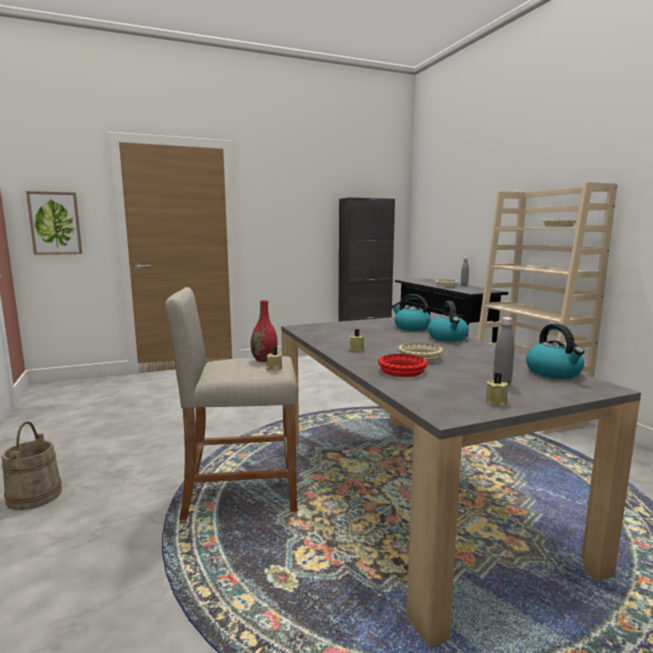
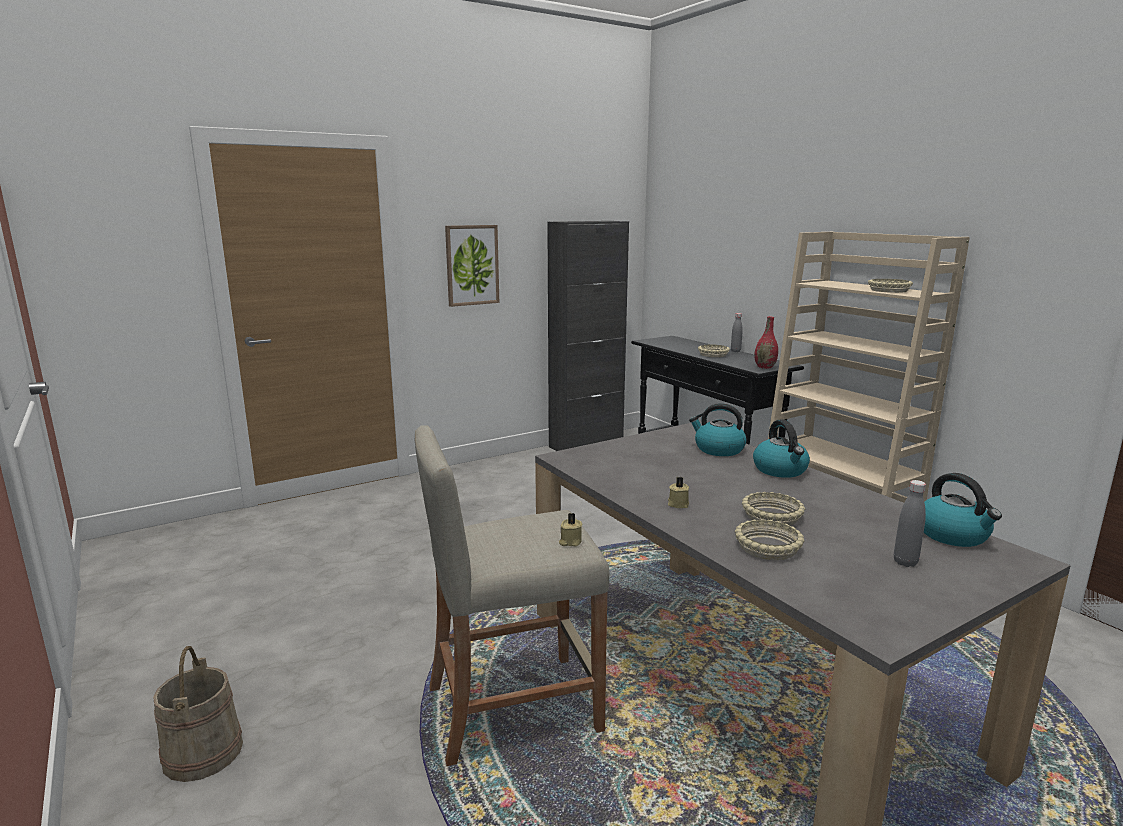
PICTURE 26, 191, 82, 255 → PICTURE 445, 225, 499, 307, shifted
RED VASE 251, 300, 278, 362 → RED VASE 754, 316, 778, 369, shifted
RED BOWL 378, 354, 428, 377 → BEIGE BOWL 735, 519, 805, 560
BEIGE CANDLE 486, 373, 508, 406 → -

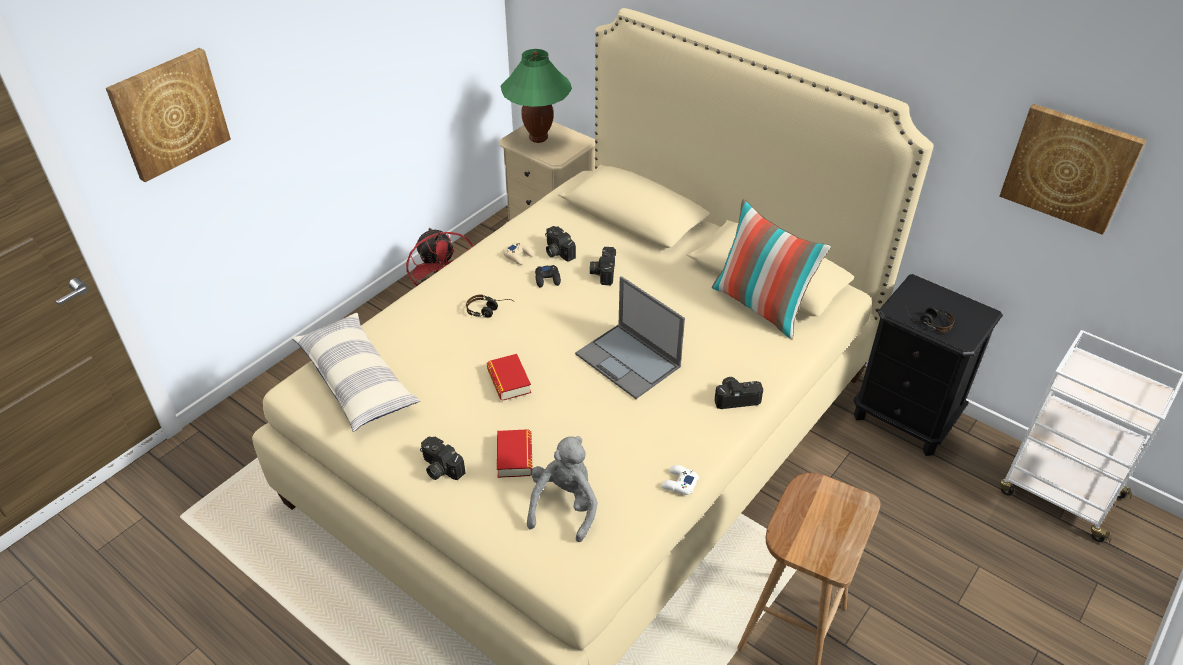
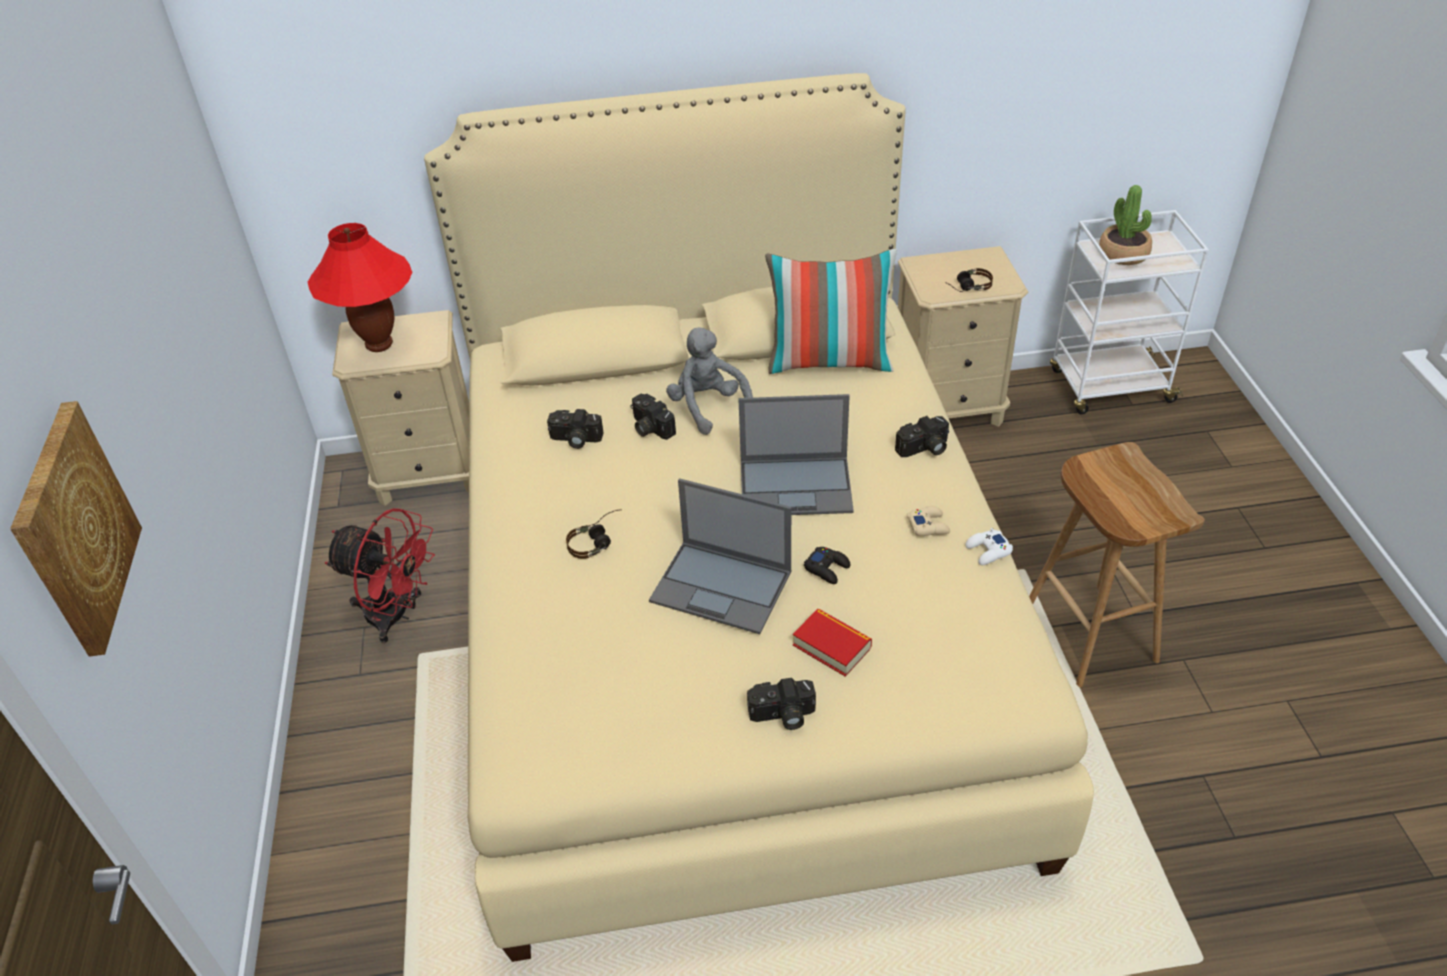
PILLOW 292, 313, 420, 432 → -
BOOK 487, 354, 531, 400 → LAPTOP 649, 478, 791, 634
GREEN TABLE LAMP 501, 49, 572, 143 → RED TABLE LAMP 308, 223, 412, 352
BEIGE GAME CONTROLLER 503, 242, 534, 265 → BEIGE GAME CONTROLLER 907, 506, 950, 536, shifted
GREY PLUSH TOY 527, 436, 598, 542 → GREY PLUSH TOY 666, 327, 753, 435, shifted
BLACK GAME CONTROLLER 535, 265, 561, 288 → BLACK GAME CONTROLLER 804, 547, 850, 584, shifted
PHOTO CAMERA 714, 377, 763, 409 → PHOTO CAMERA 895, 416, 949, 457, 150 degrees counterclockwise
BLACK NIGHTSTAND 853, 274, 1003, 456 → BEIGE NIGHTSTAND 898, 246, 1028, 427
PICTURE 999, 104, 1146, 235 → -
- → POTTED PLANT 1099, 185, 1152, 265

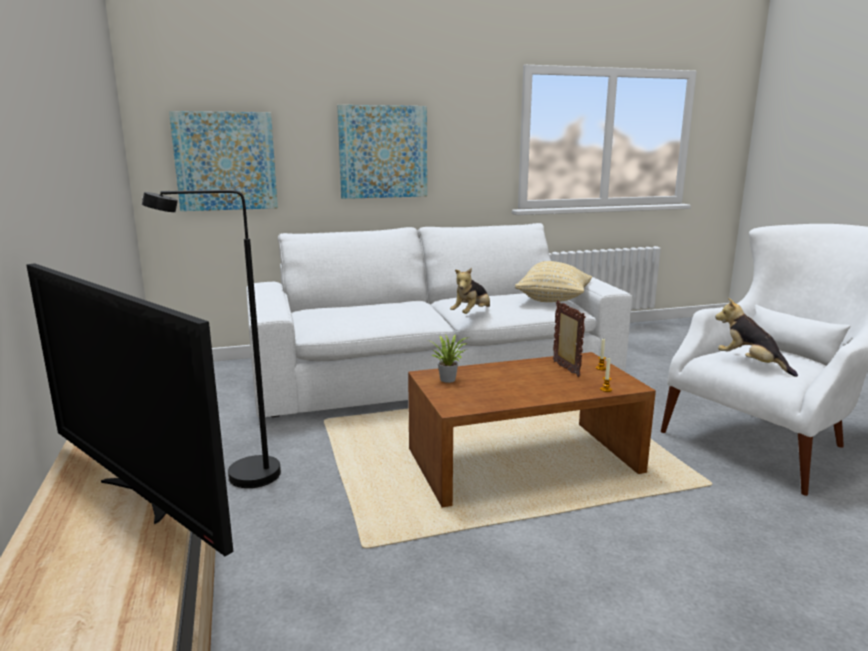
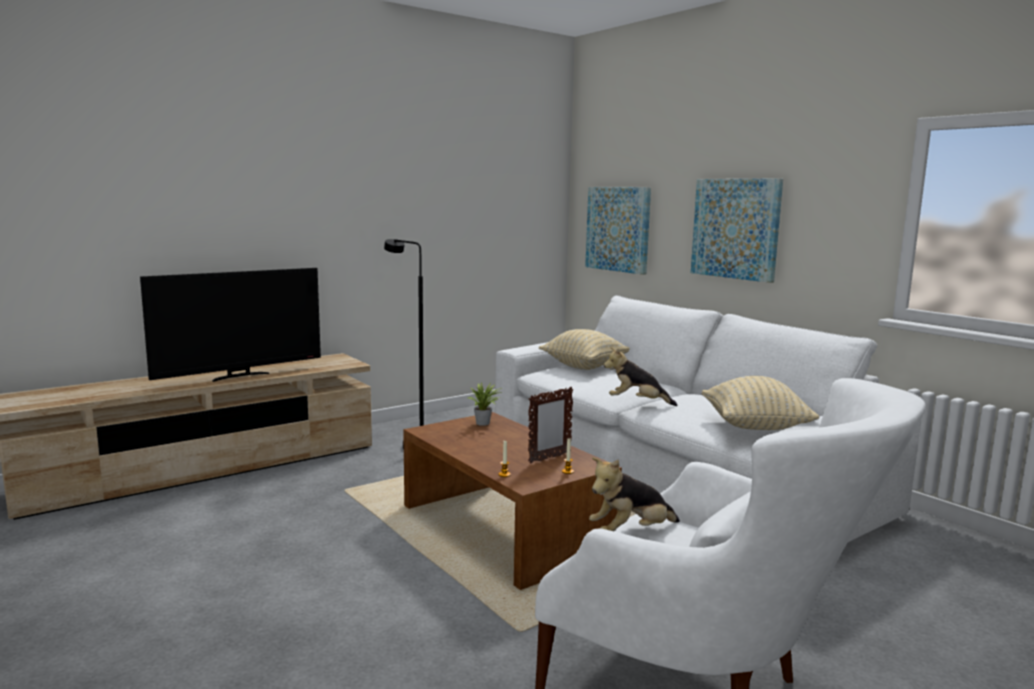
TELEVISION 26, 263, 233, 556 → TELEVISION 140, 268, 321, 382, 150 degrees counterclockwise
PLUSH TOY 715, 298, 798, 377 → PLUSH TOY 589, 457, 680, 531, 150 degrees counterclockwise
- → BEIGE PILLOW 539, 329, 630, 370

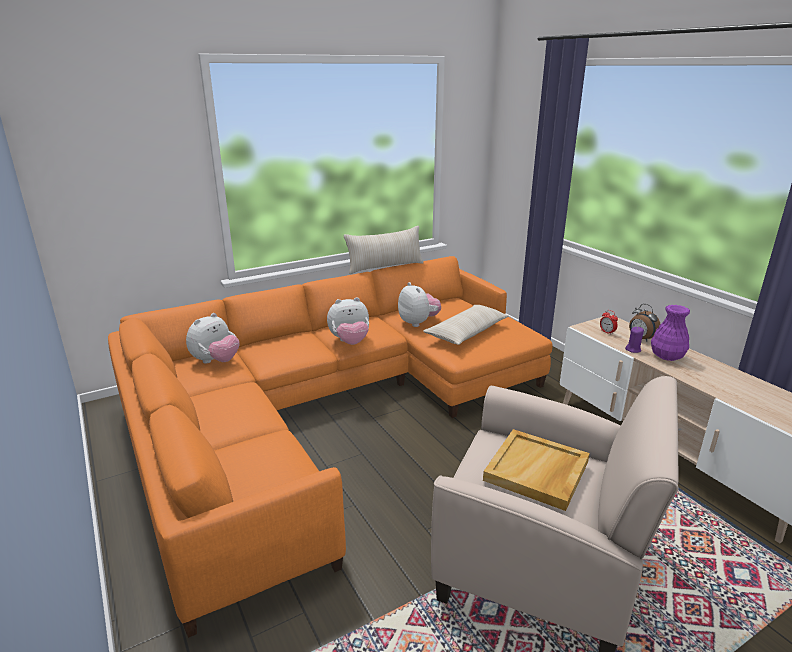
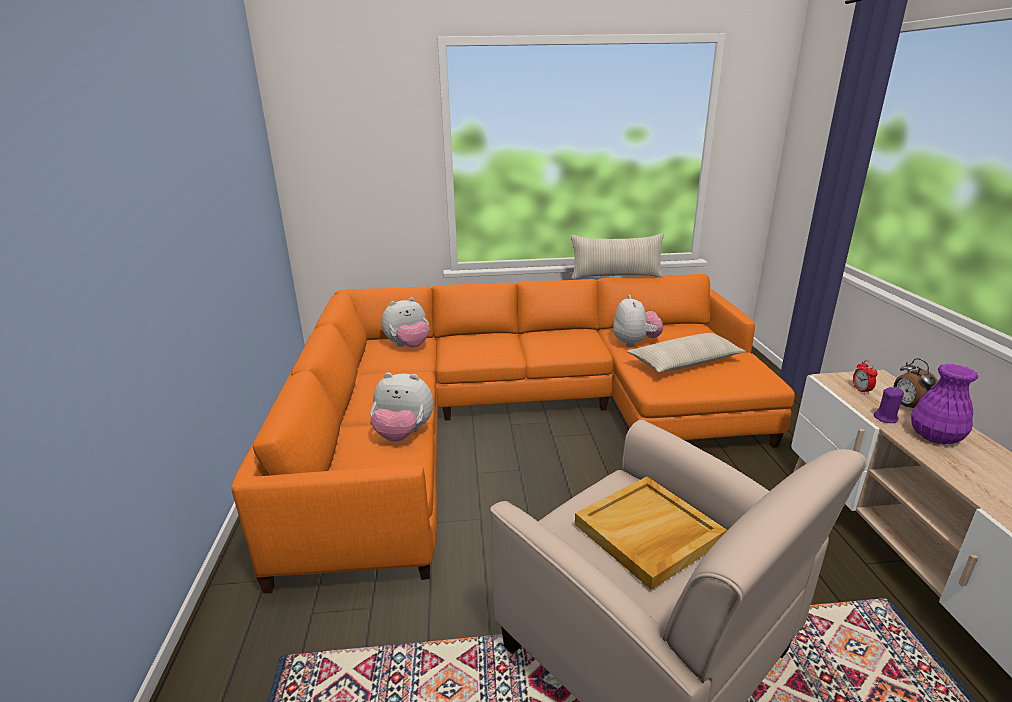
PLUSH TOY 327, 297, 369, 345 → PLUSH TOY 370, 373, 433, 442, shifted

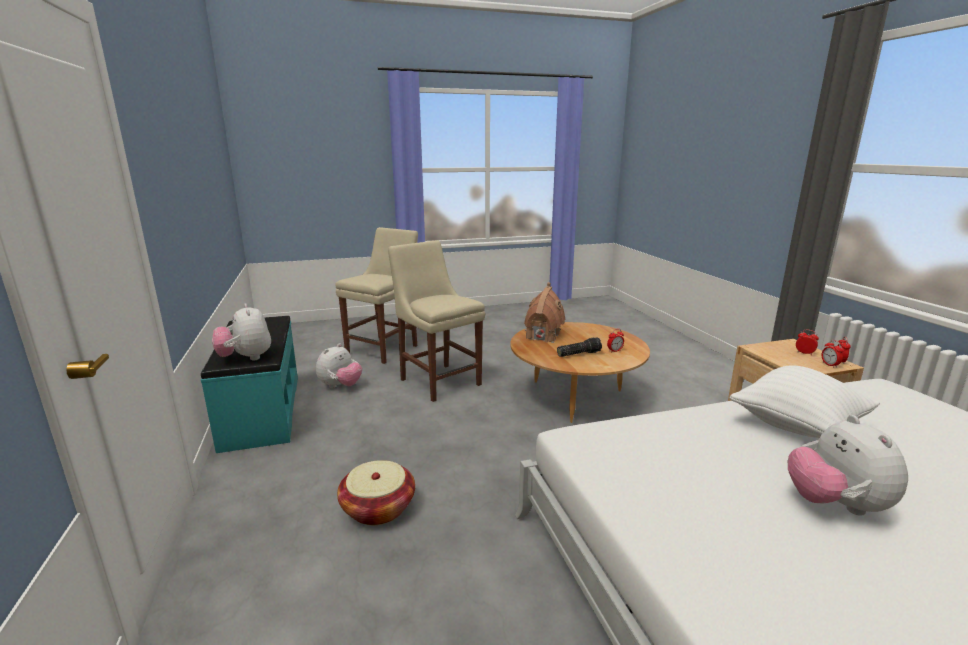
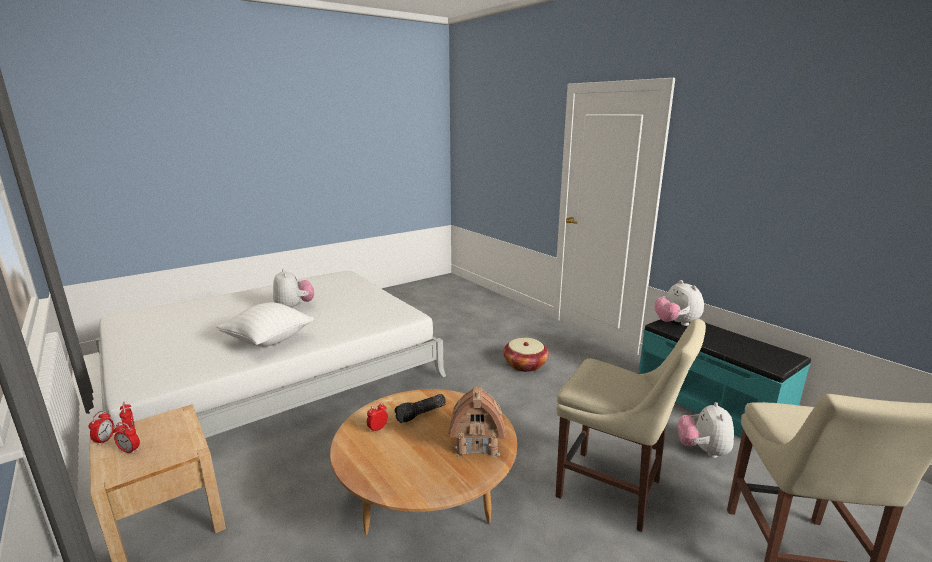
PLUSH TOY 212, 303, 271, 360 → PLUSH TOY 654, 280, 704, 326, 150 degrees counterclockwise

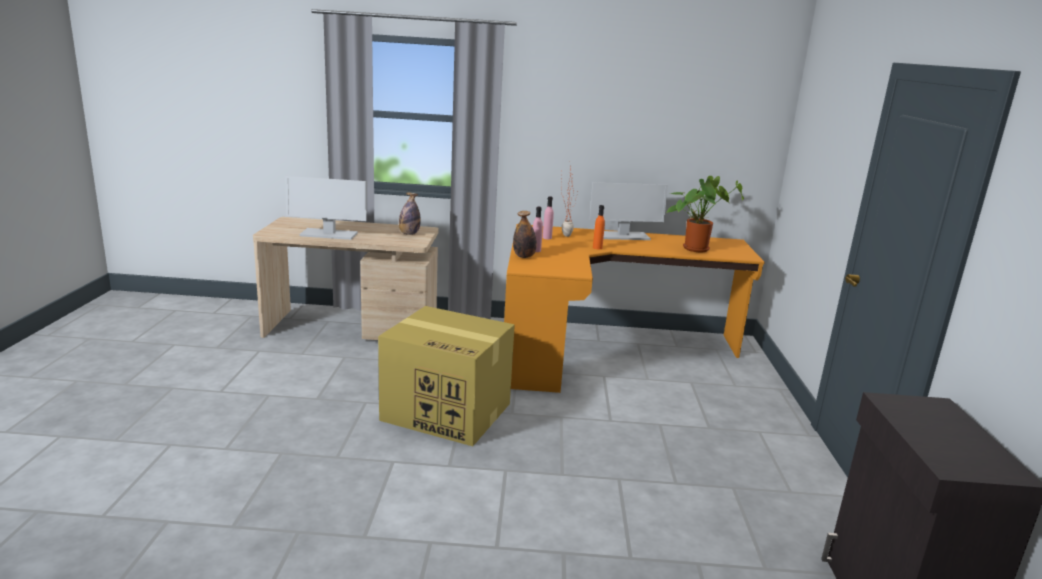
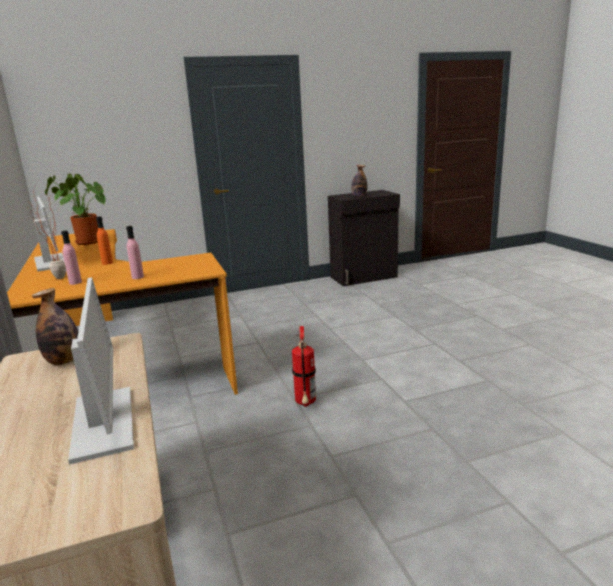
CARDBOARD BOX 378, 306, 515, 446 → FIRE EXTINGUISHER 292, 325, 316, 407
BOTTLE 513, 211, 537, 258 → BOTTLE 351, 165, 367, 197, shifted

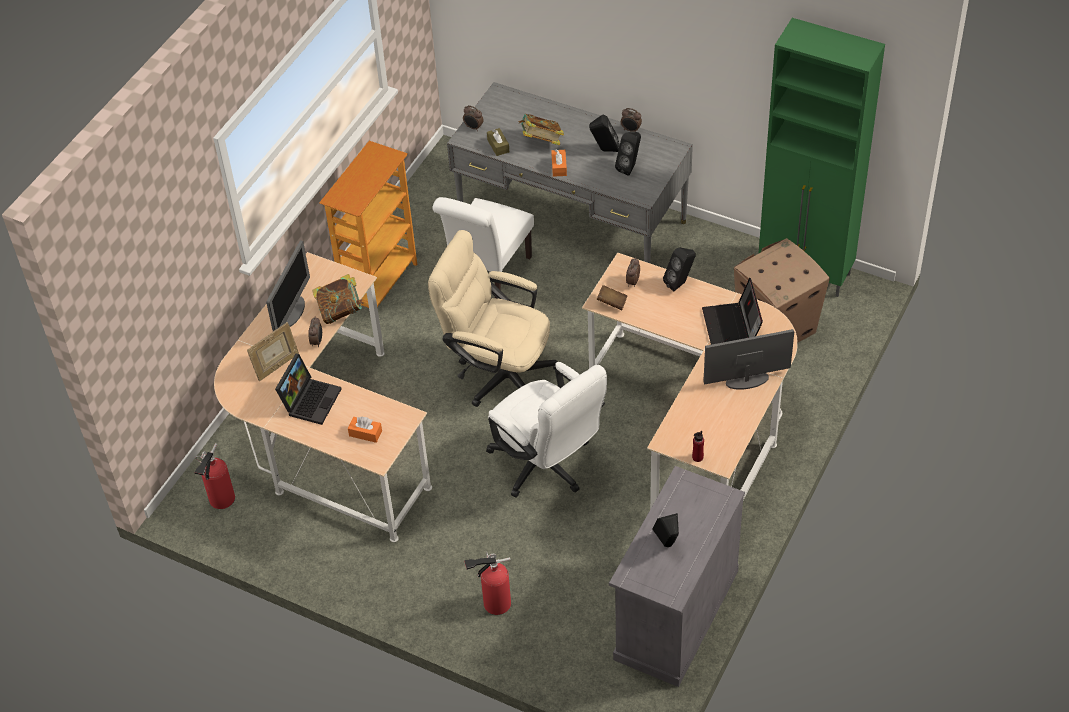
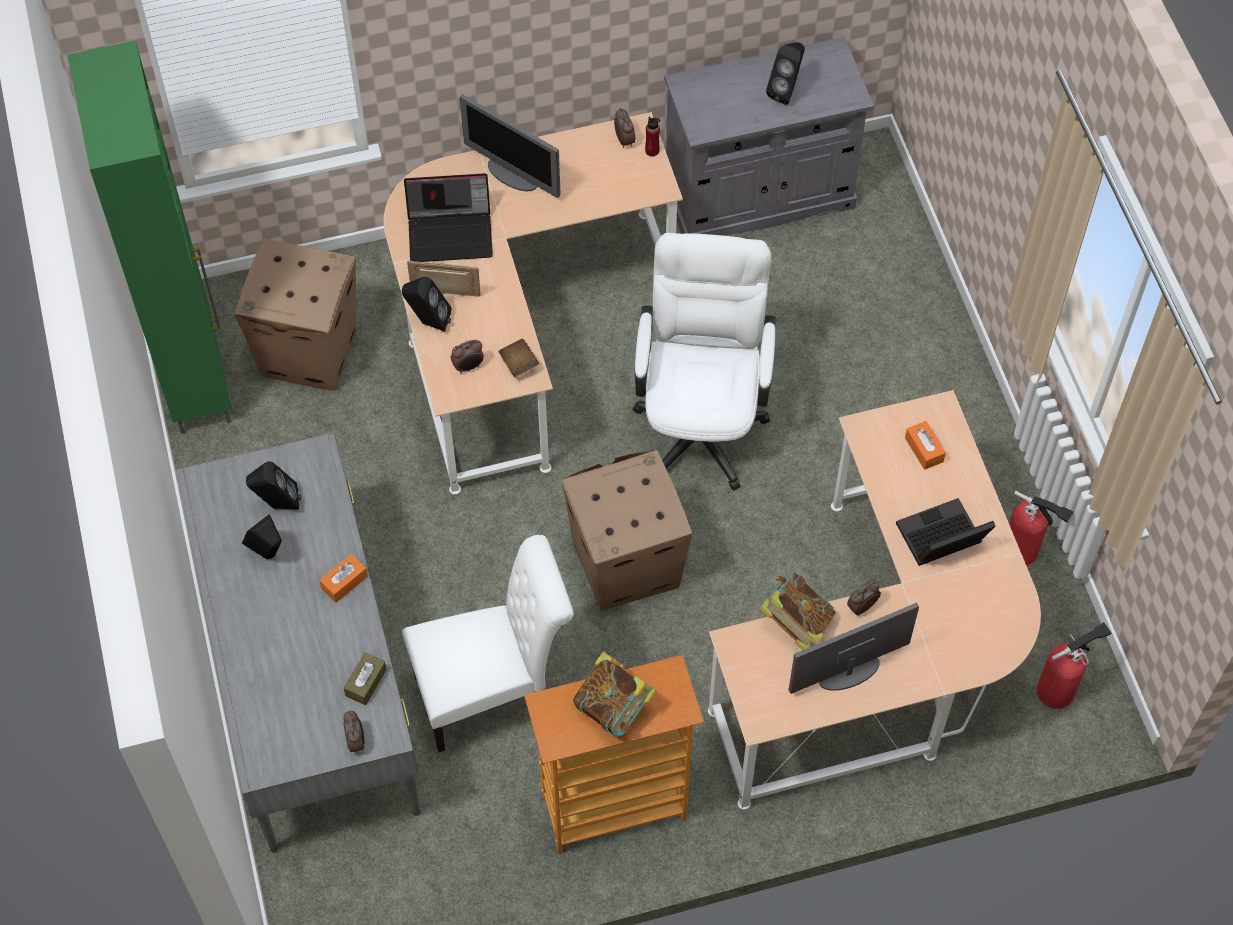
PICTURE FRAME 247, 322, 299, 381 → PICTURE FRAME 407, 261, 481, 297, shifted
BEIGE OFFICE CHAIR 428, 230, 557, 407 → CARDBOARD BOX 562, 450, 692, 611
FIRE EXTINGUISHER 464, 551, 511, 615 → FIRE EXTINGUISHER 1009, 491, 1074, 565, shifted
BOOK 518, 114, 564, 145 → BOOK 573, 651, 657, 736, shifted
ALARM CLOCK 621, 108, 642, 132 → ALARM CLOCK 614, 108, 635, 148, shifted
LAPTOP 702, 278, 763, 345 → LAPTOP 404, 173, 493, 262, 45 degrees clockwise

